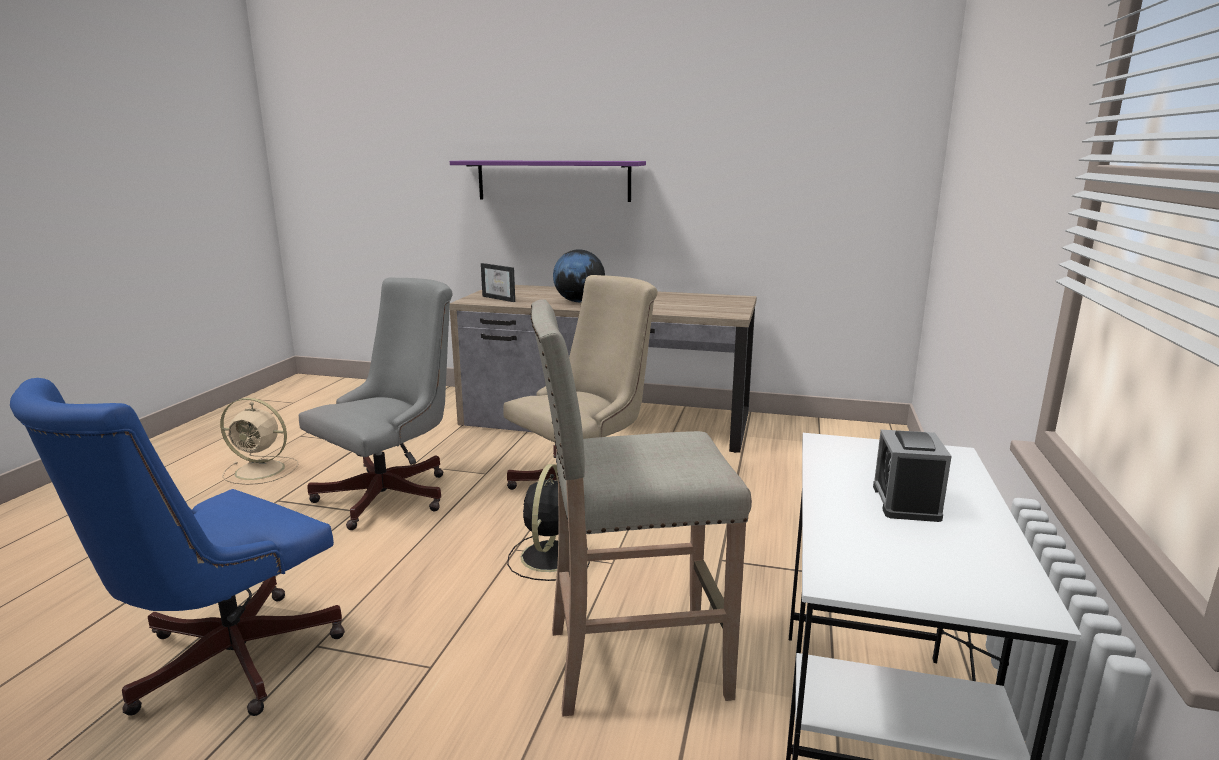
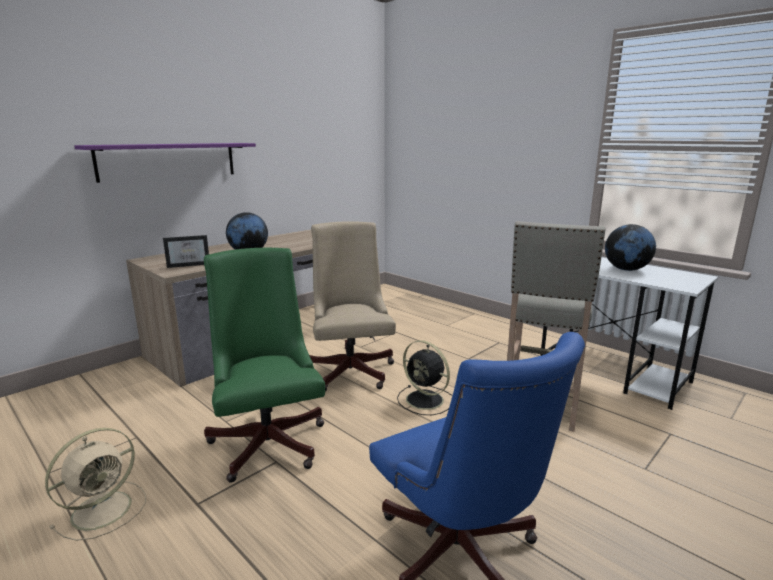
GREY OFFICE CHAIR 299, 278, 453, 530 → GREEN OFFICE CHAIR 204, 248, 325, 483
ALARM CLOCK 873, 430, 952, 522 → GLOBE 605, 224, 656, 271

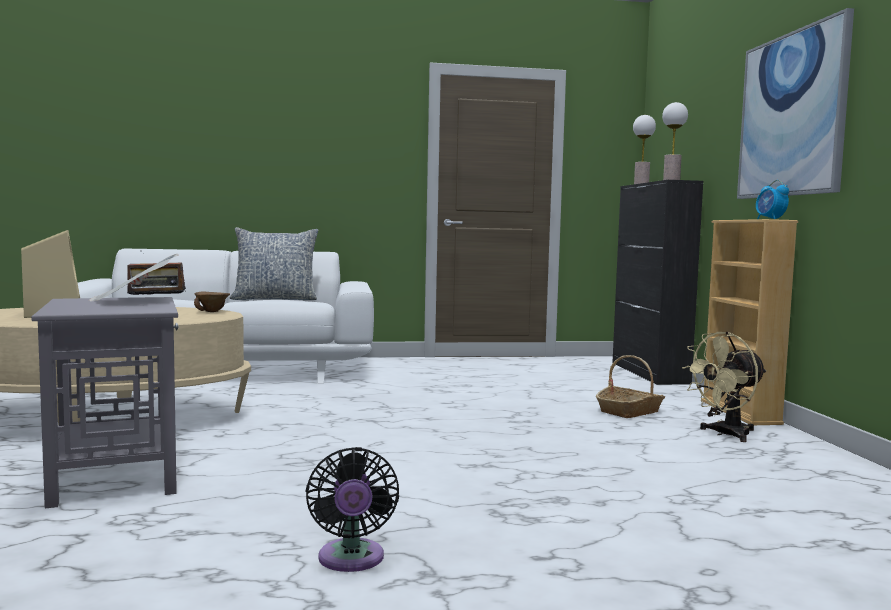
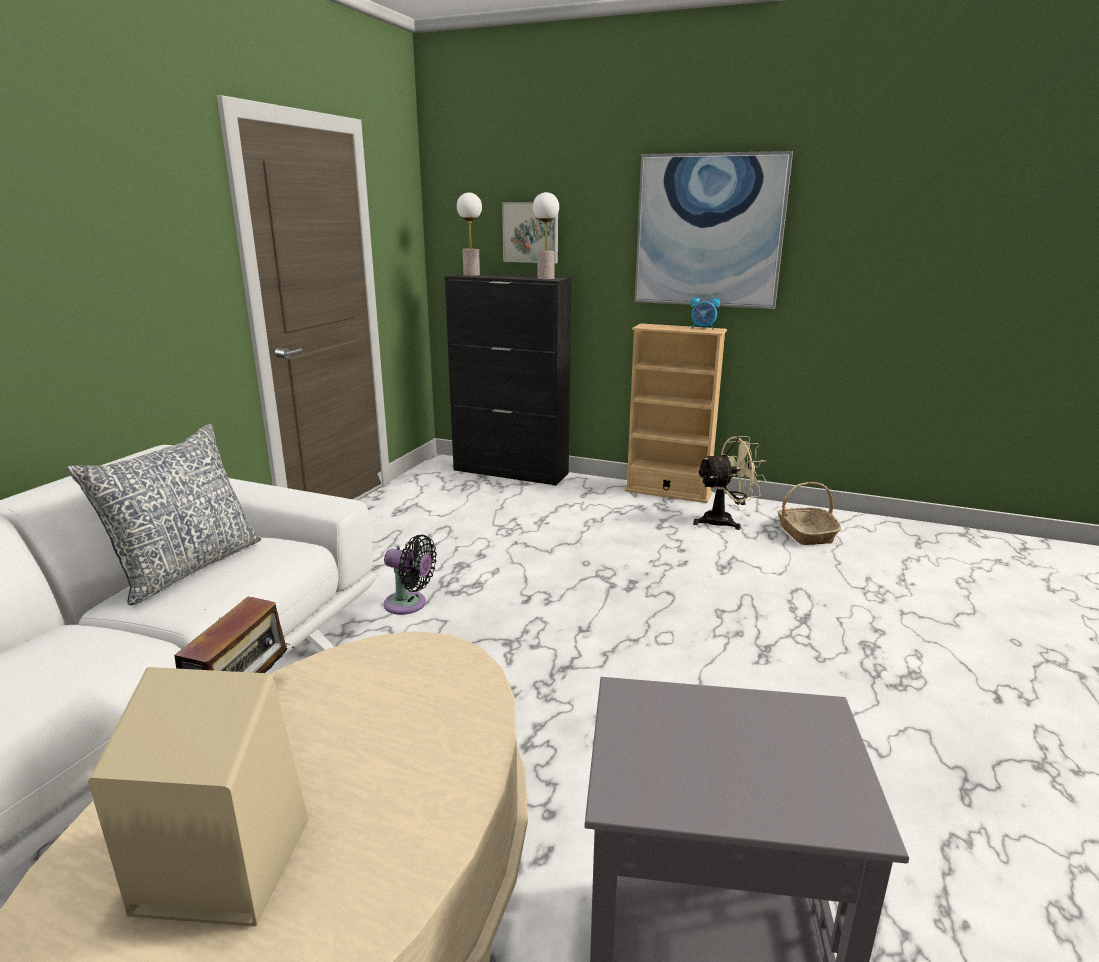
NEWSPAPER 89, 254, 179, 302 → -
BROWN BOWL 194, 292, 230, 312 → -
BLACK FAN 306, 447, 399, 572 → BLACK FAN 384, 535, 437, 615, shifted
BASKET 596, 355, 665, 418 → BASKET 777, 482, 841, 545, shifted
BEIGE FAN 682, 332, 767, 442 → BEIGE FAN 693, 436, 766, 530, 105 degrees counterclockwise
- → PICTURE 502, 202, 558, 263

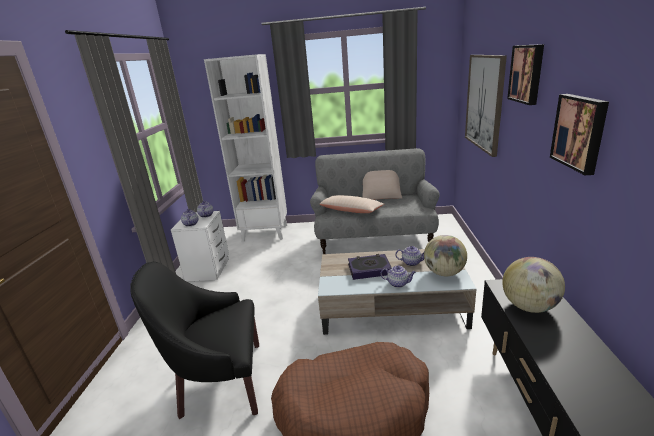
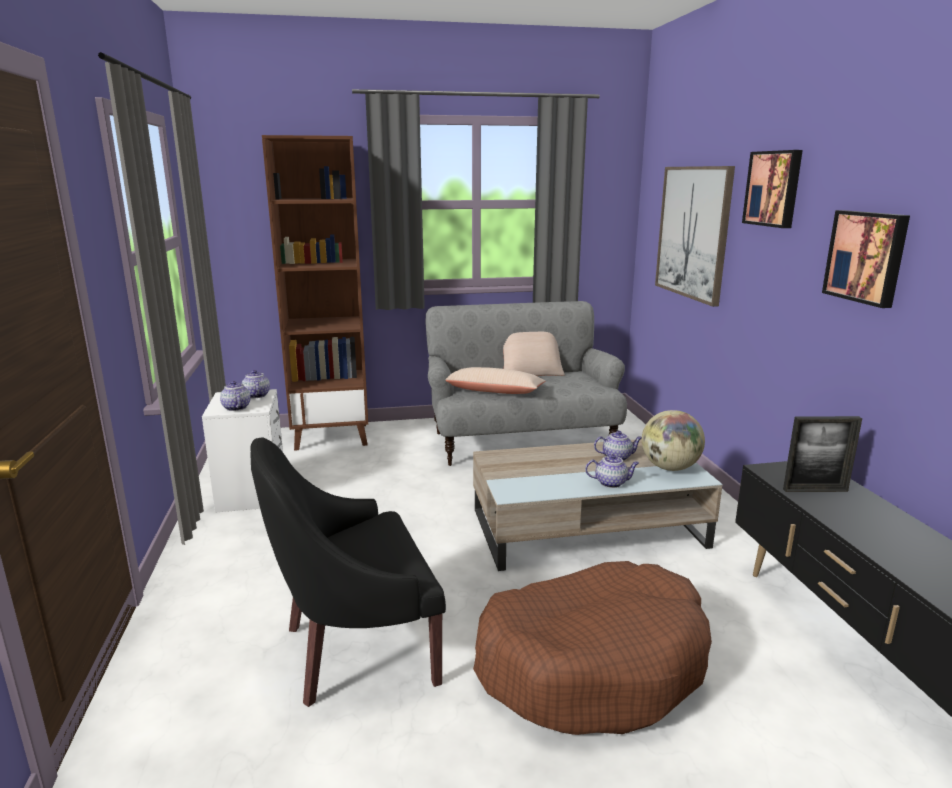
WHITE BOOKCASE 204, 54, 287, 242 → BROWN BOOKCASE 262, 135, 368, 451
BOOK 348, 254, 392, 280 → -
GLOBE 502, 257, 565, 313 → PICTURE FRAME 783, 416, 862, 492

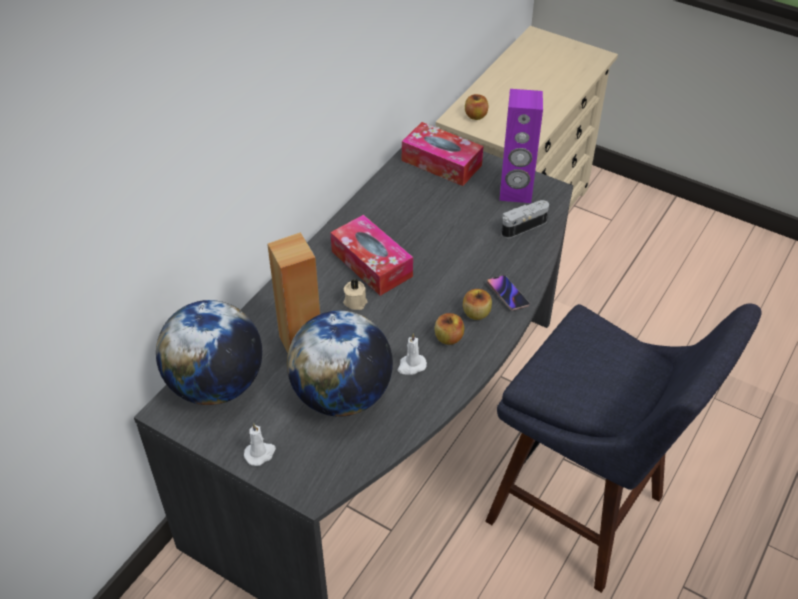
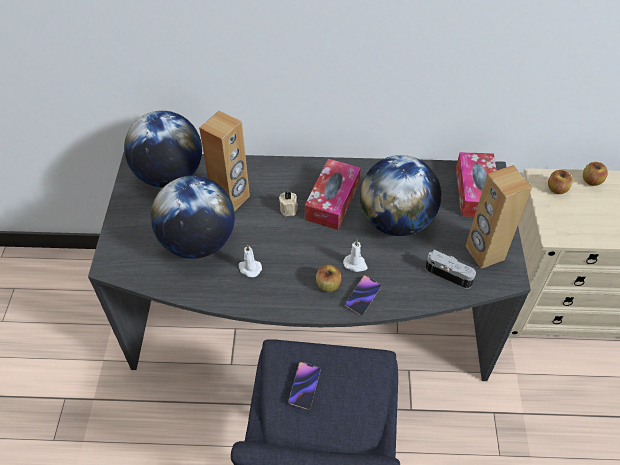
WHITE CANDLE 244, 423, 276, 466 → WHITE CANDLE 343, 240, 367, 272, shifted
APPLE 435, 313, 464, 345 → APPLE 583, 162, 608, 186, shifted
PURPLE SPEAKER 499, 89, 543, 203 → BROWN SPEAKER 465, 165, 532, 269
- → PHONE 288, 362, 321, 410
- → GLOBE 360, 155, 441, 236

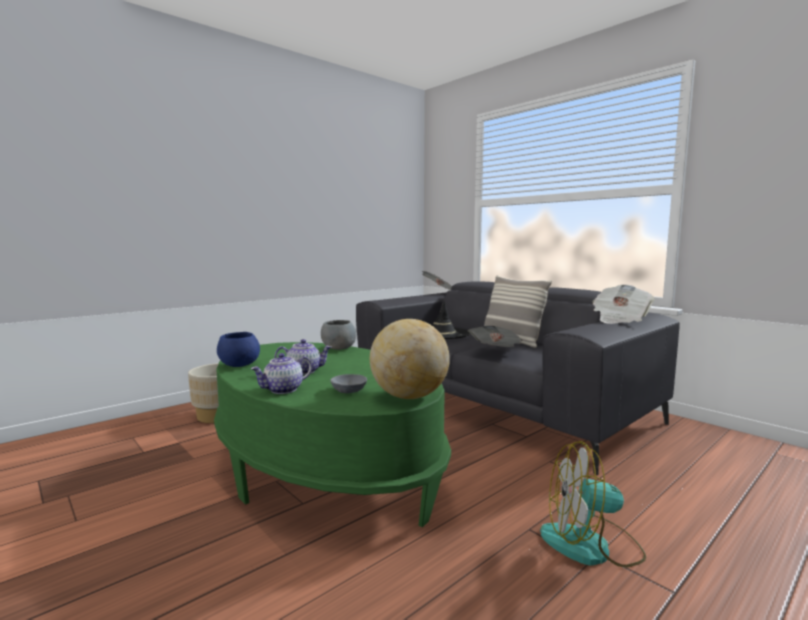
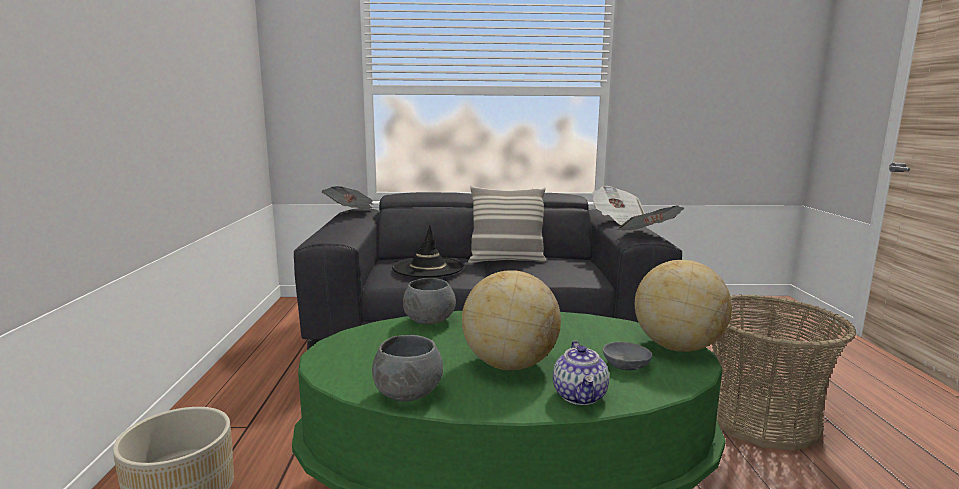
BLUE BOWL 217, 332, 260, 367 → GREY BOWL 372, 335, 443, 401
TEAPOT 274, 339, 332, 375 → GLOBE 462, 270, 561, 371
NEWSPAPER 468, 326, 522, 347 → NEWSPAPER 617, 205, 684, 231, shifted
FAN 540, 441, 646, 568 → BASKET 712, 294, 856, 451

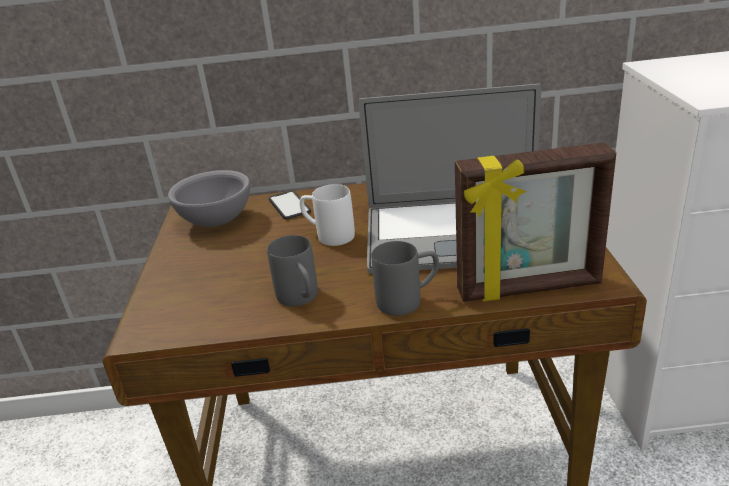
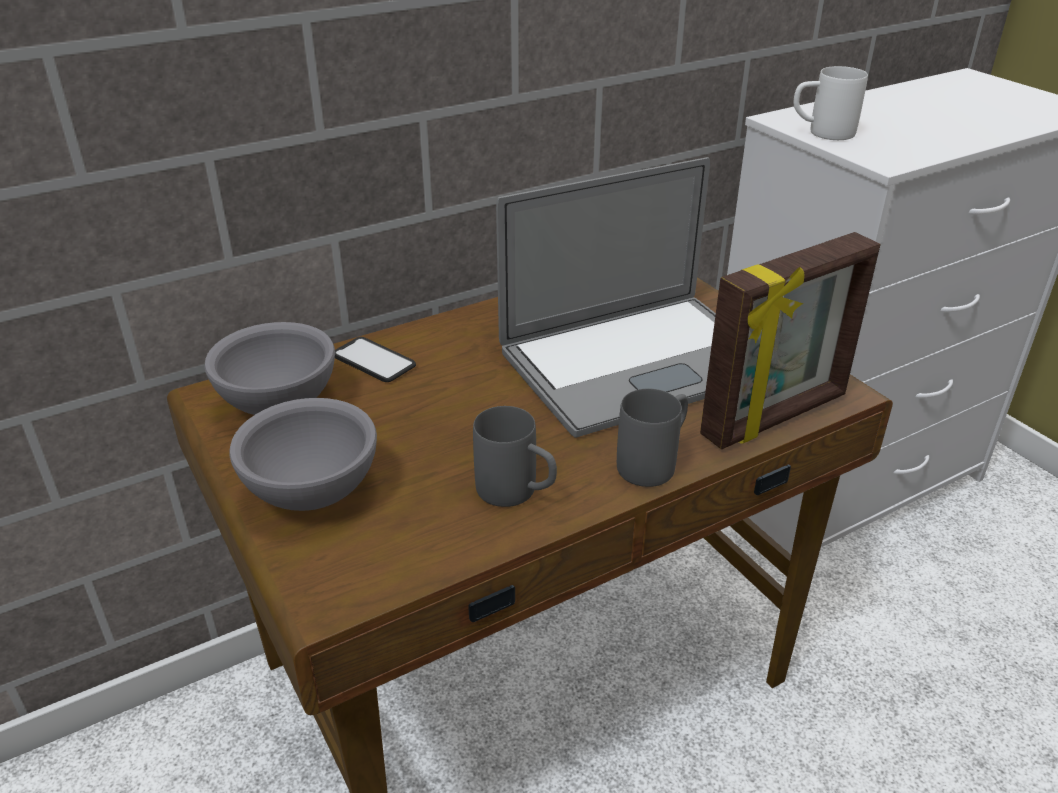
WHITE MUG 300, 184, 355, 246 → WHITE MUG 793, 66, 868, 140, shifted
- → GREY BOWL 229, 398, 377, 511

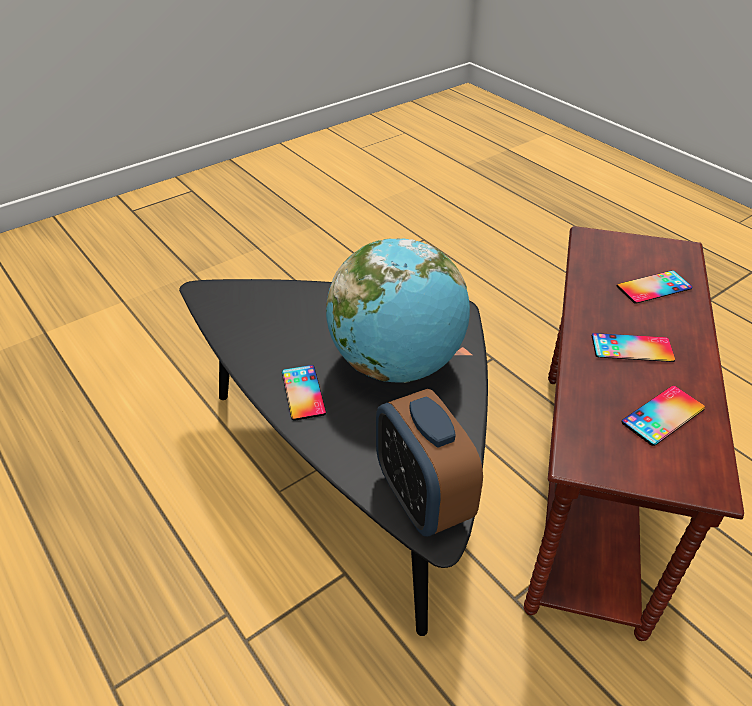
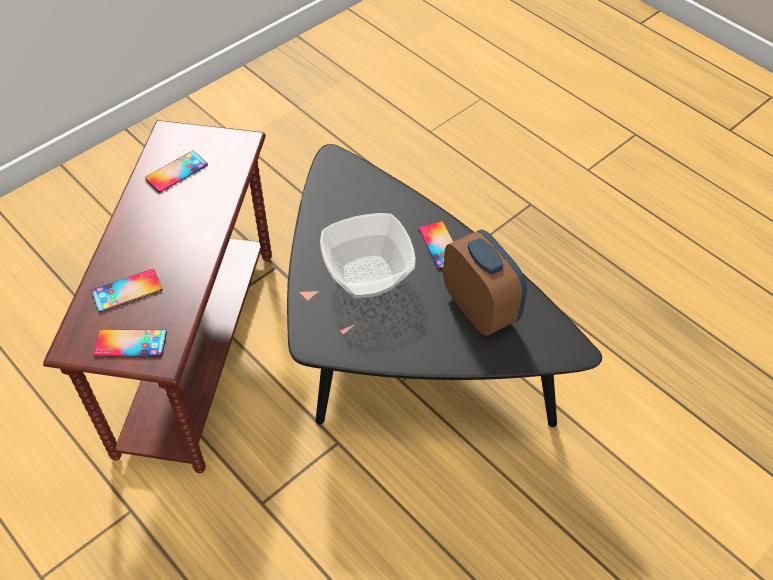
GLOBE 326, 238, 470, 383 → BOWL 320, 213, 416, 298
ALARM CLOCK 376, 389, 483, 536 → ALARM CLOCK 443, 229, 527, 336, shifted
PHONE 592, 333, 675, 362 → PHONE 94, 329, 167, 357, shifted

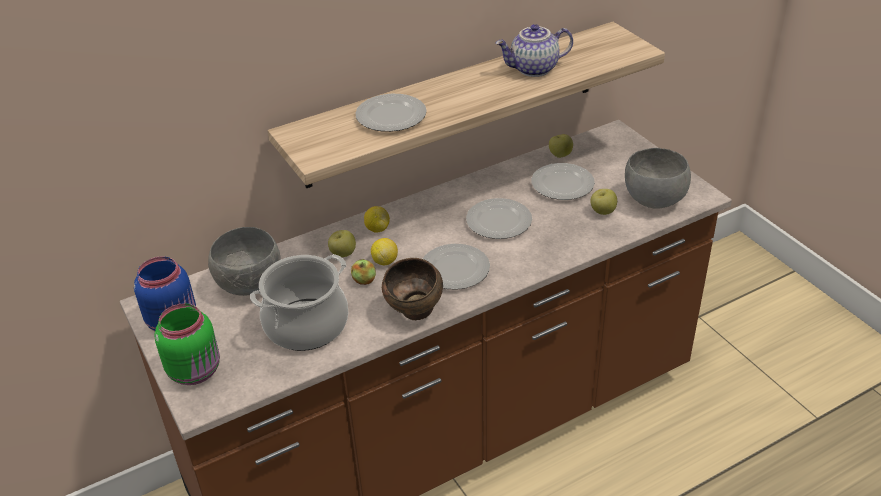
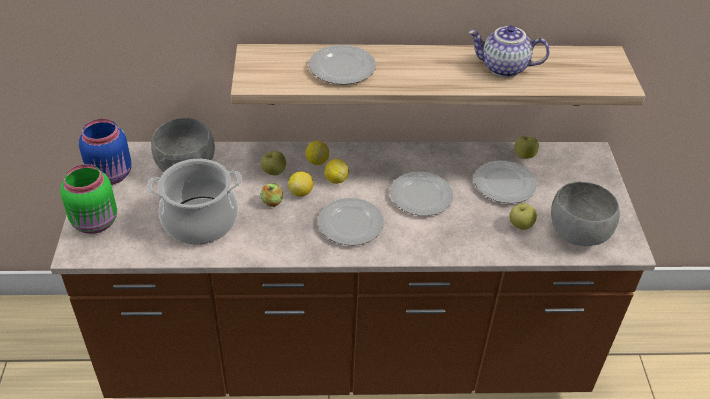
BROWN BOWL 382, 258, 443, 320 → -
- → LEMON 325, 159, 349, 184

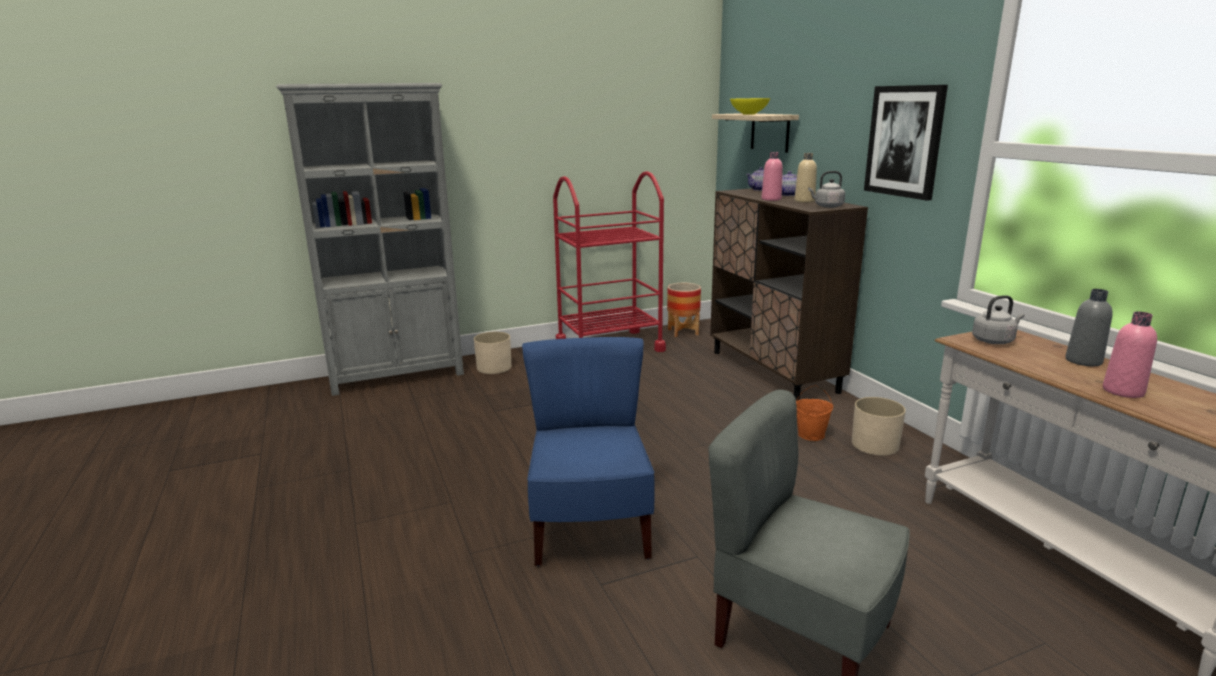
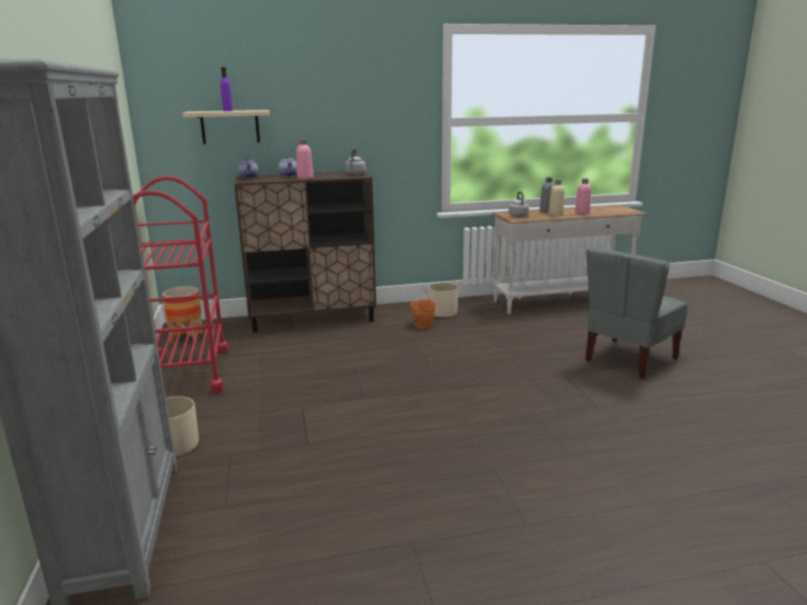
BLUE CHAIR 522, 337, 655, 566 → -
YELLOW BOWL 730, 98, 770, 115 → PURPLE BOTTLE 221, 67, 233, 111
BEIGE BOTTLE 794, 153, 817, 203 → BEIGE BOTTLE 548, 180, 564, 216, shifted
PICTURE 864, 85, 948, 201 → -

